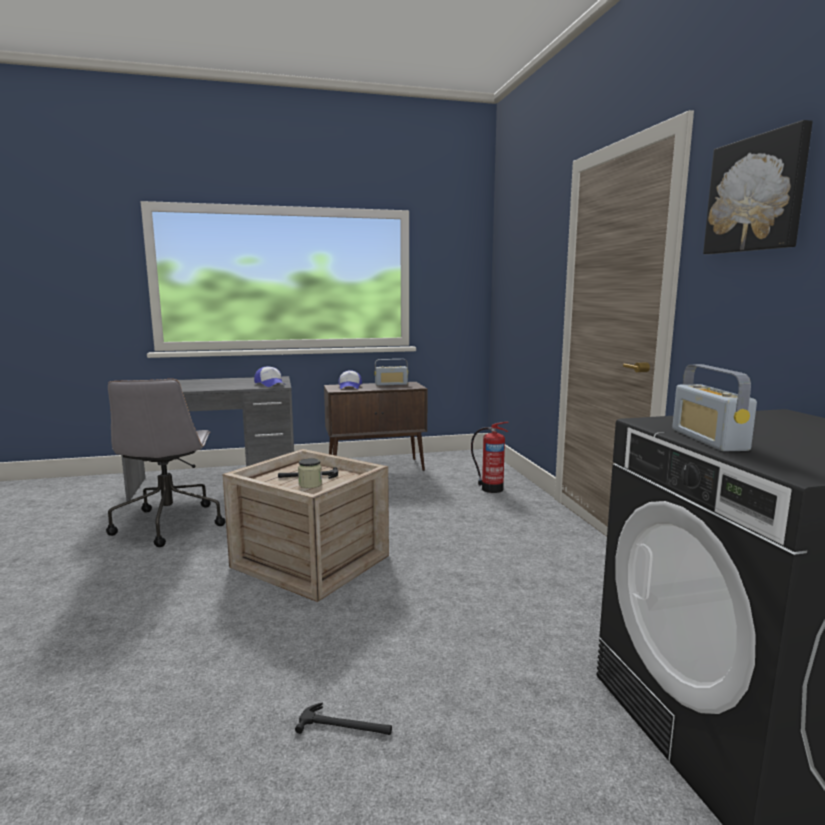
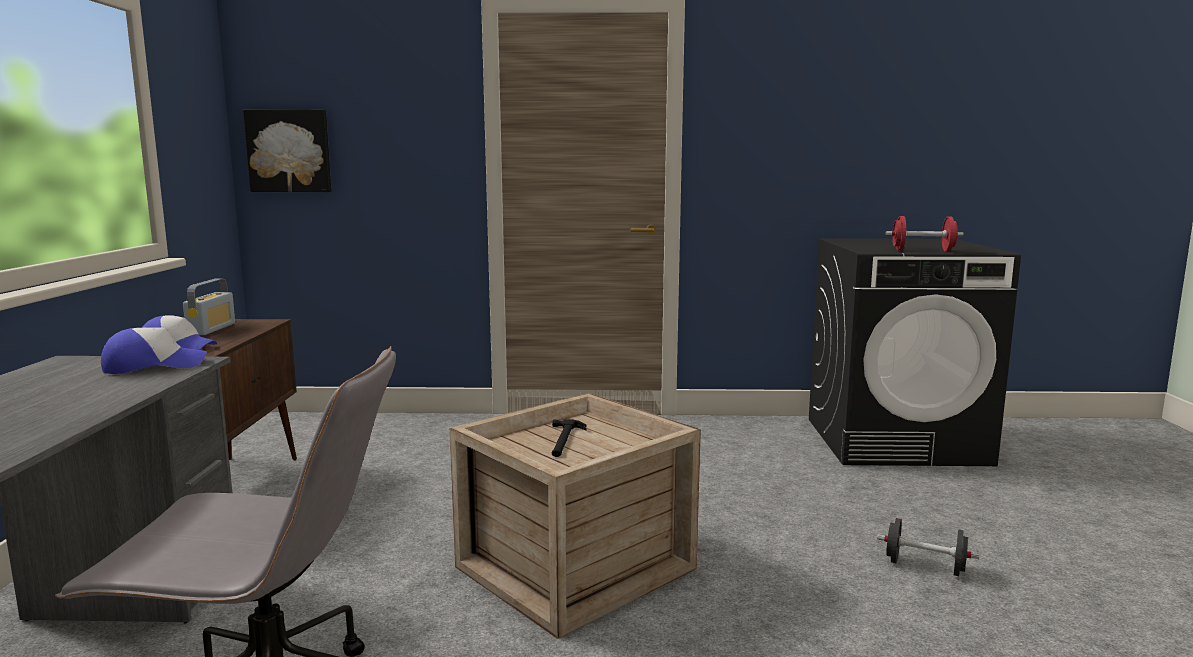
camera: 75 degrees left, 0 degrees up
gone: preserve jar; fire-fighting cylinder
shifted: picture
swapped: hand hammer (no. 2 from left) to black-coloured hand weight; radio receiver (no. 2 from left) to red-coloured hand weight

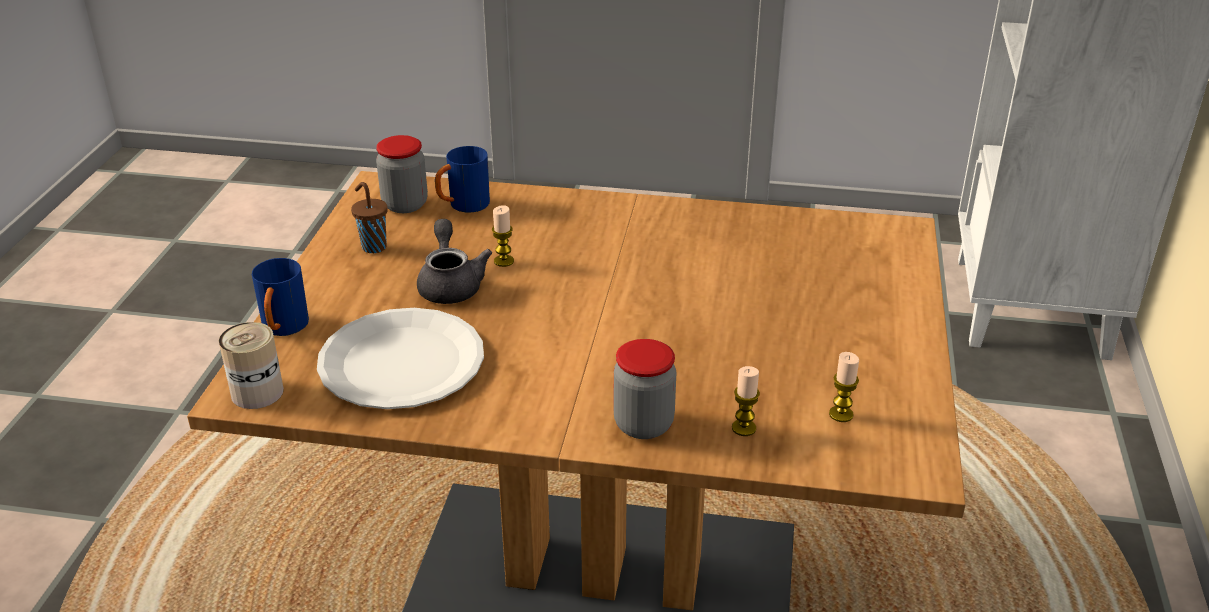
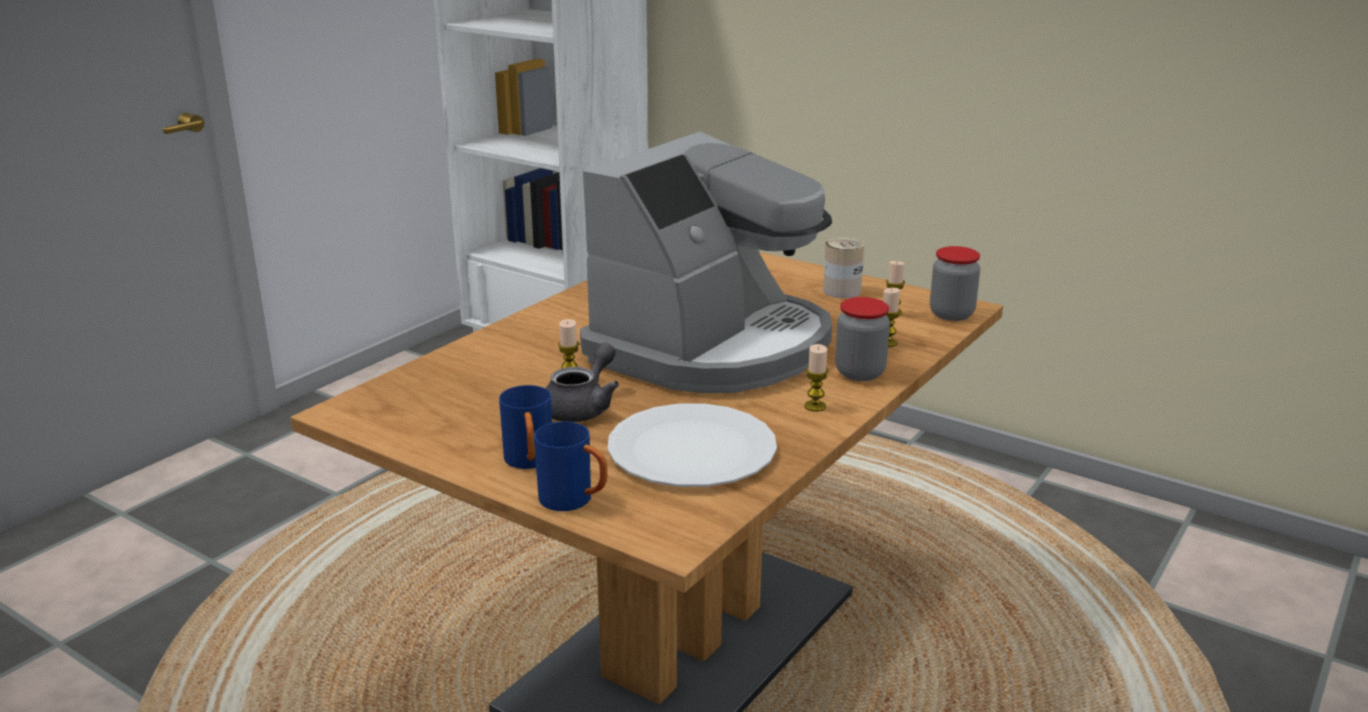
camera: 65 degrees left, 10 degrees down
gone: brown cup
new: coffee maker; wax light (no. 2 from left)
shifted: blue-coloured coffee mug (no. 2 from left in the first image) to blue-coloured coffee mug (no. 1 from left); sealed can; preserve jar (no. 1 from left in the first image) to preserve jar (no. 2 from left)
rotated: greyish pot for tea 105 degrees clockwise

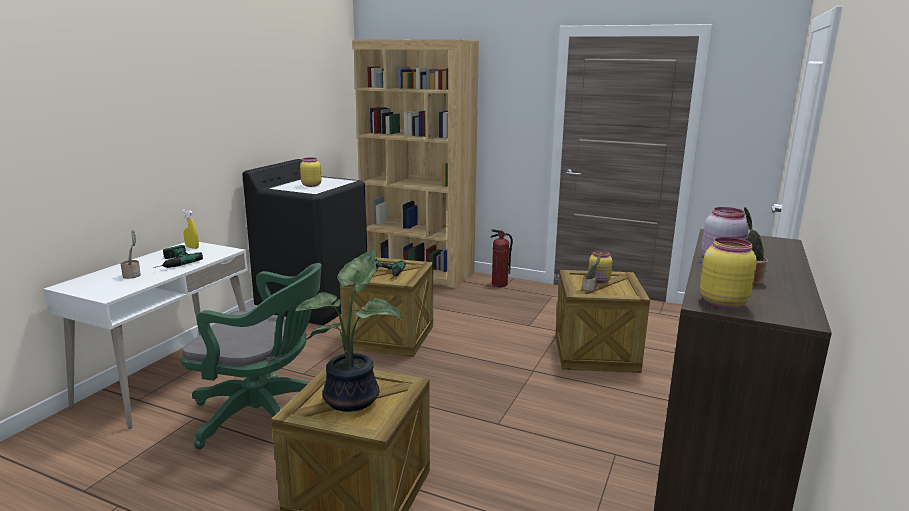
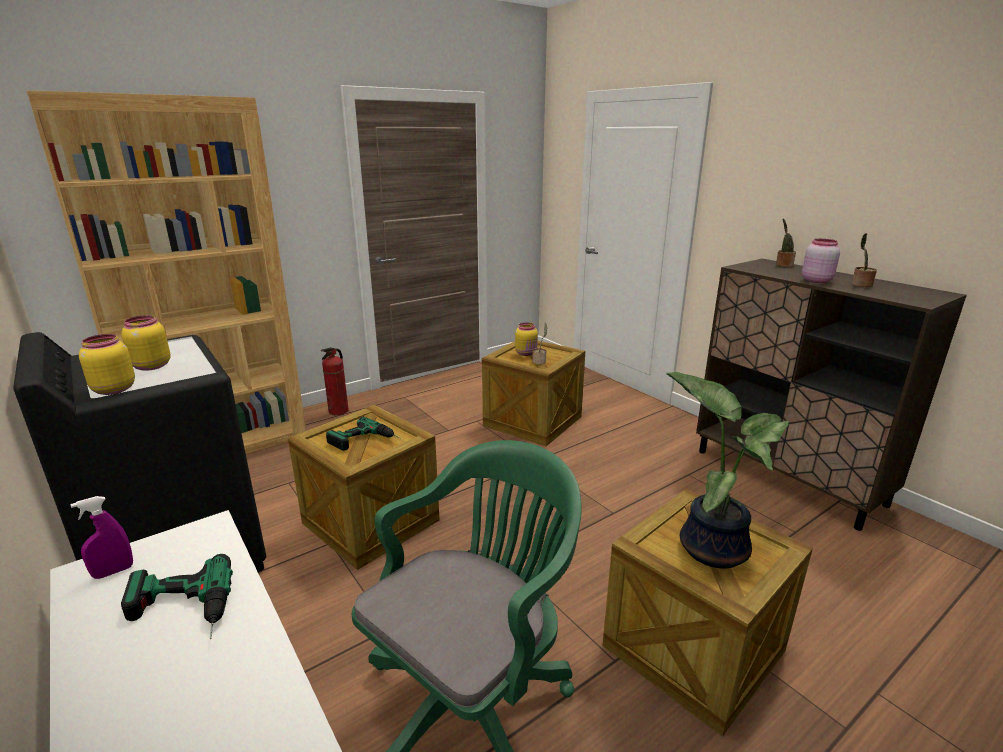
camera: 60 degrees left, 5 degrees up
shifted: yellowish preserve jar (no. 3 from left in the first image) to yellowish preserve jar (no. 1 from left); houseplant (no. 1 from left in the first image) to houseplant (no. 3 from left)
repainted: yellowish spray bottle to purple-coloured spray bottle

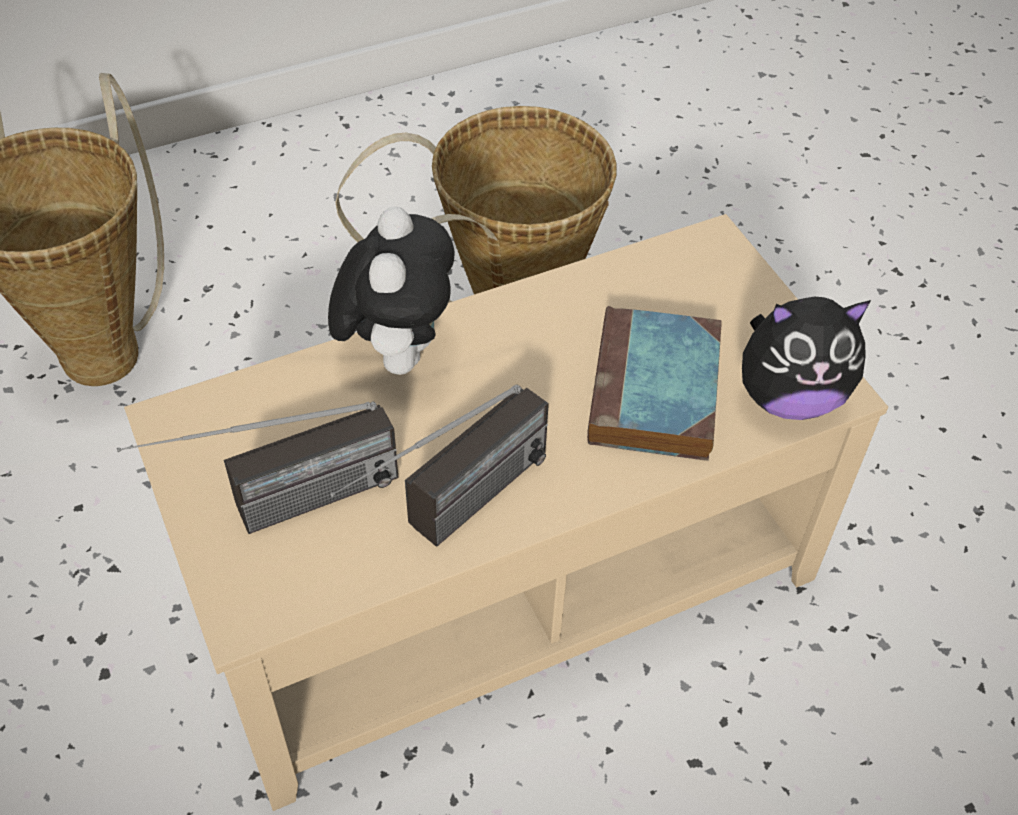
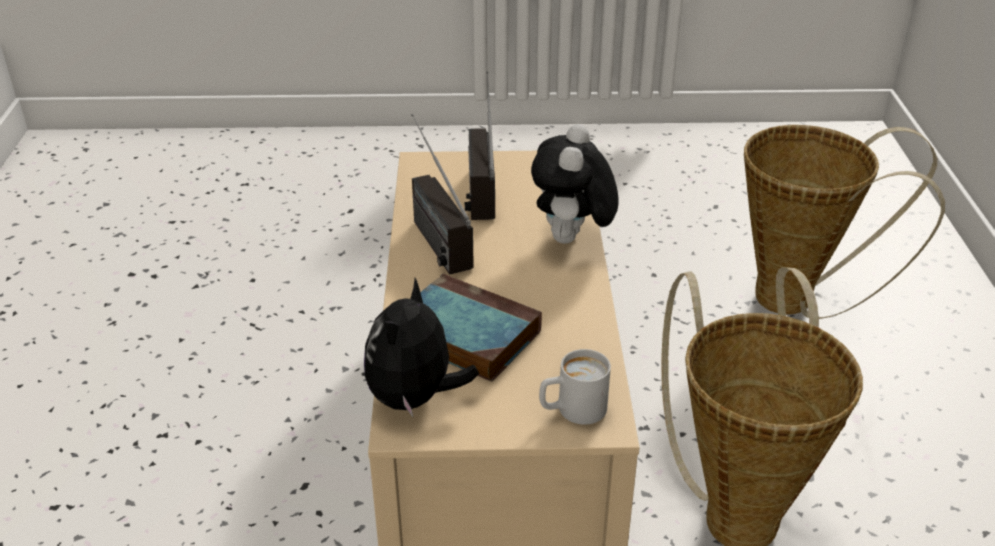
camera: 115 degrees right, 15 degrees down
new: white coffee mug
rotated: cuddly toy (no. 1 from left in the first image) 75 degrees clockwise

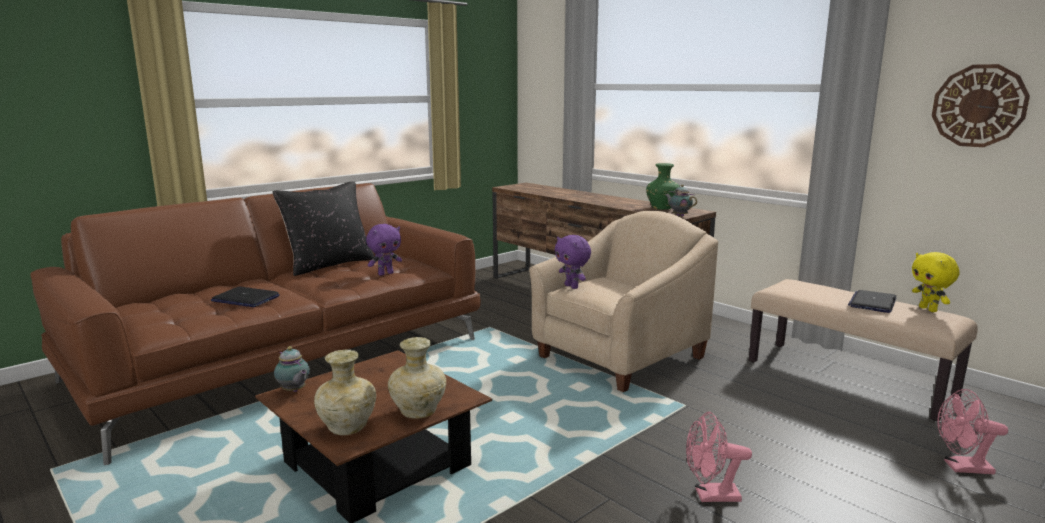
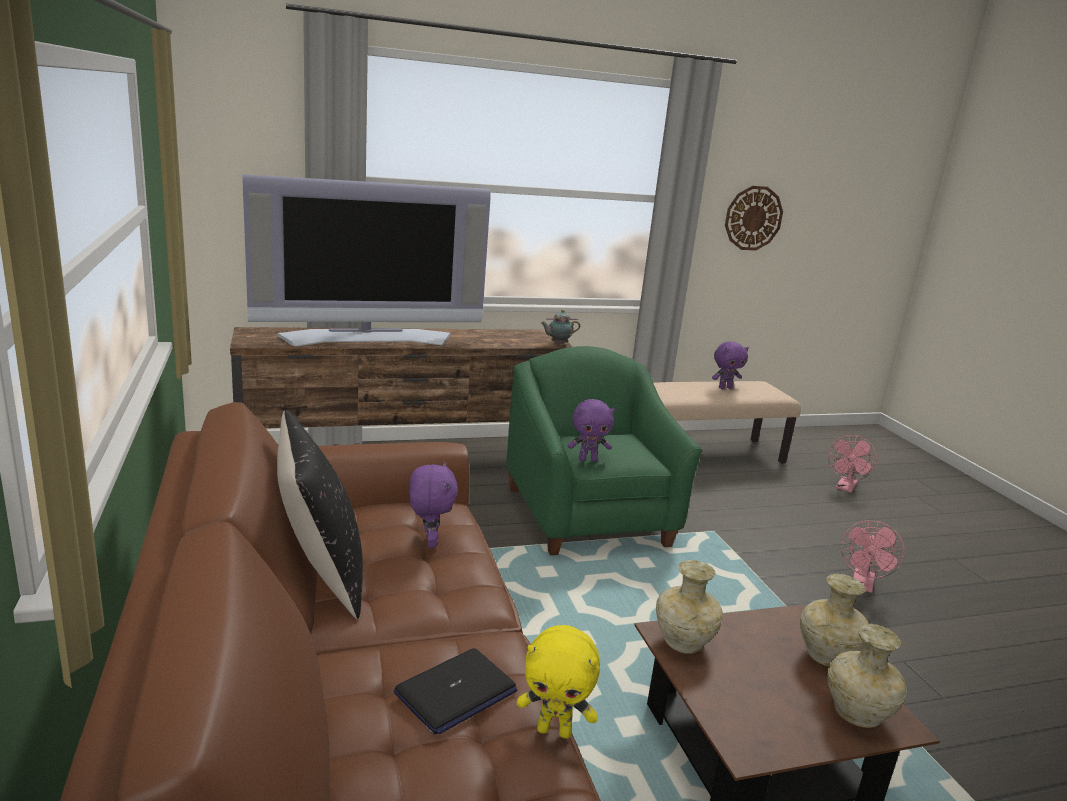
camera: 65 degrees left, 5 degrees up
gone: pot for tea (no. 1 from left); greenish decorative vase
new: TV set; sand-coloured decorative vase (no. 1 from left)
shifted: yellowish cuddly toy
swapped: notebook computer (no. 2 from left) to purple-coloured cuddly toy (no. 3 from left)
repainted: sand-coloured lounge chair to greenish lounge chair

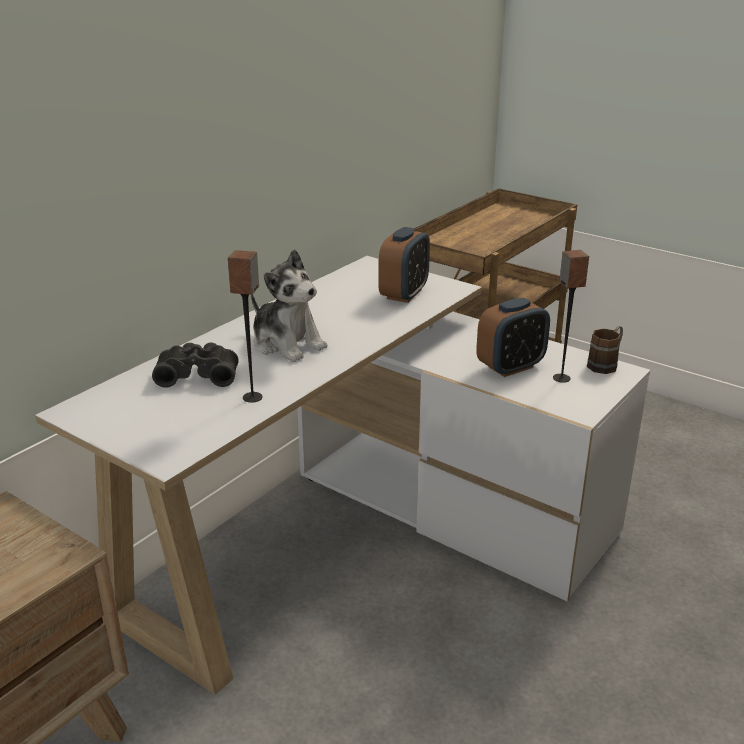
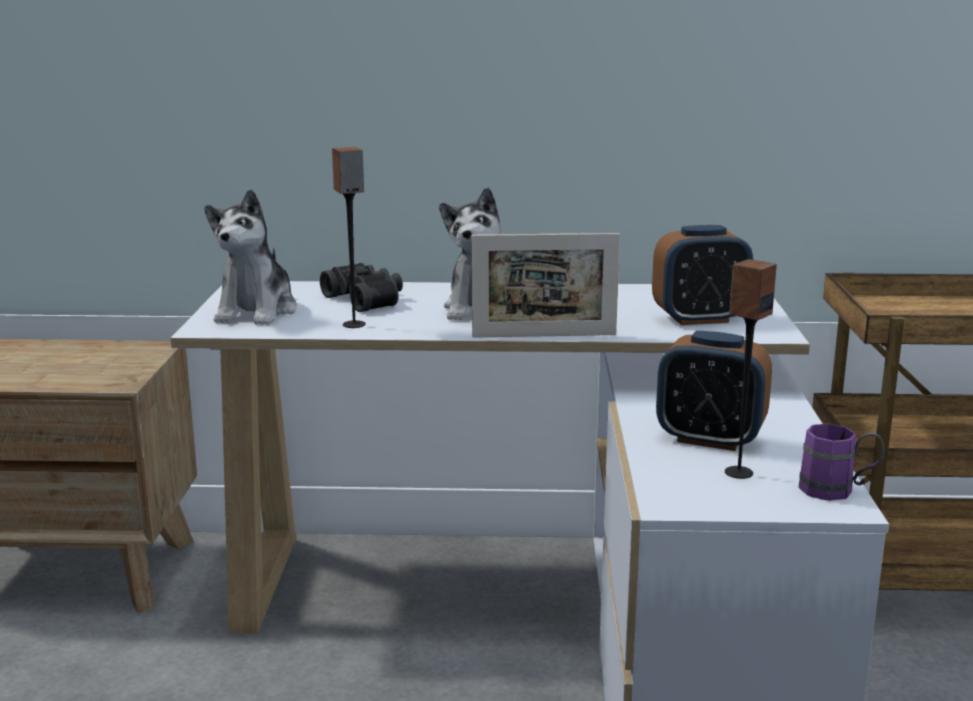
camera: 55 degrees right, 10 degrees down
new: cuddly toy (no. 1 from left); photo frame
repainted: brown coffee mug to purple-coloured coffee mug

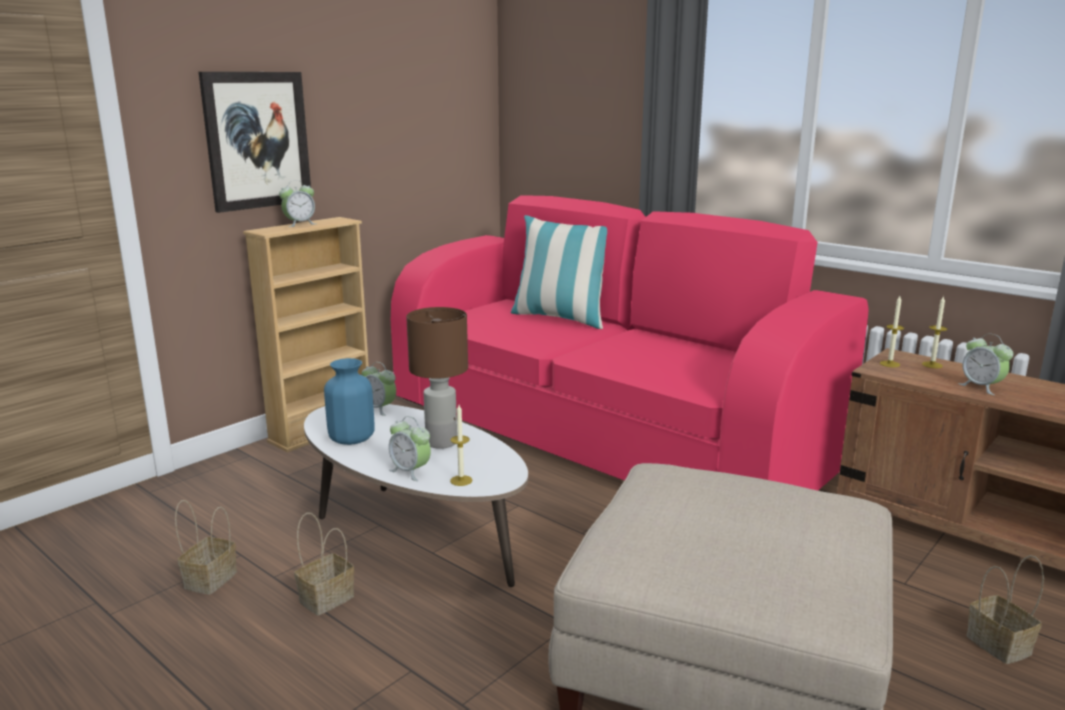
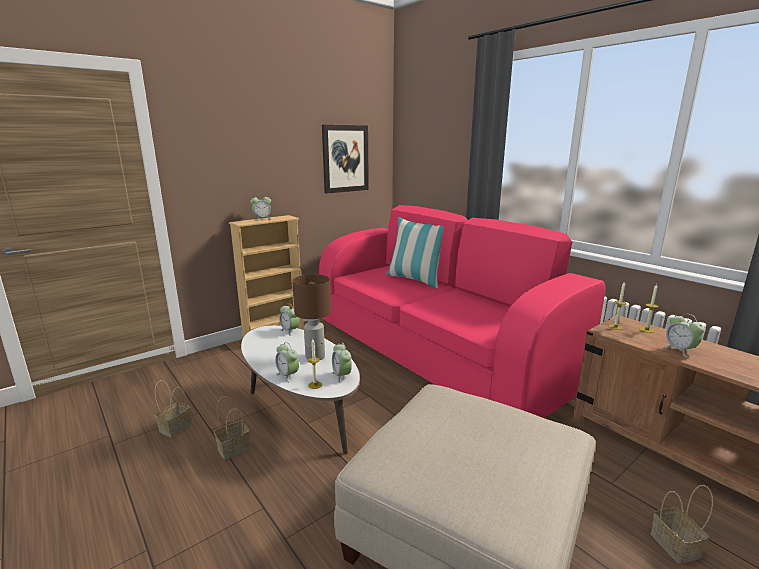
camera: 10 degrees right, 0 degrees up
gone: blue-coloured decorative vase
new: alarm clock (no. 4 from left)
shifted: picture

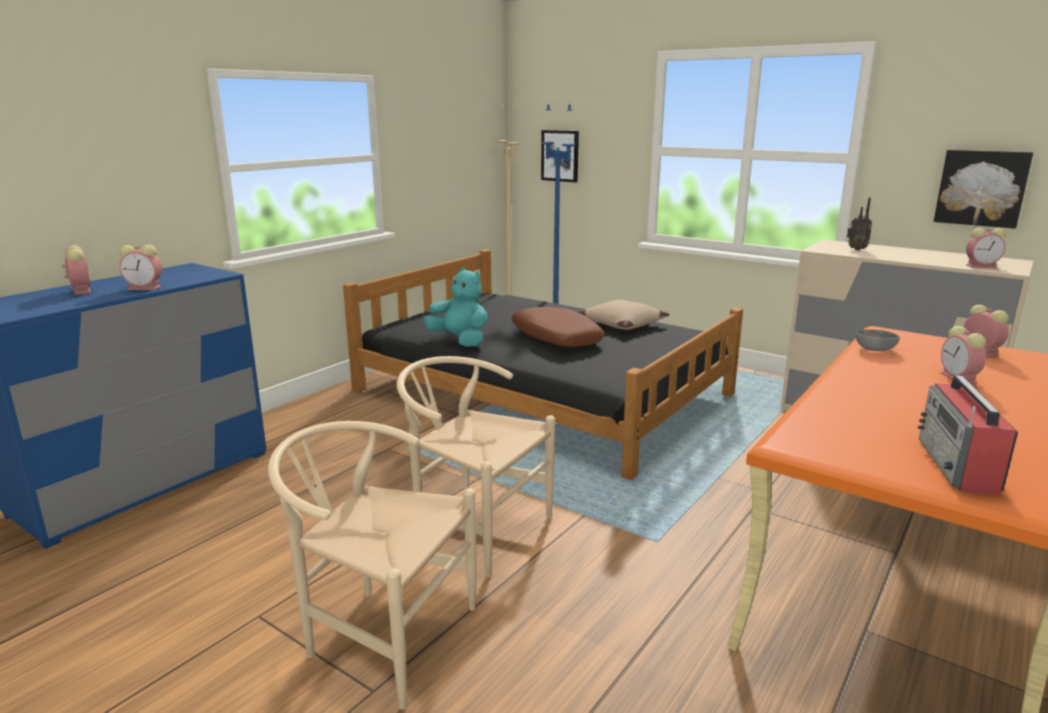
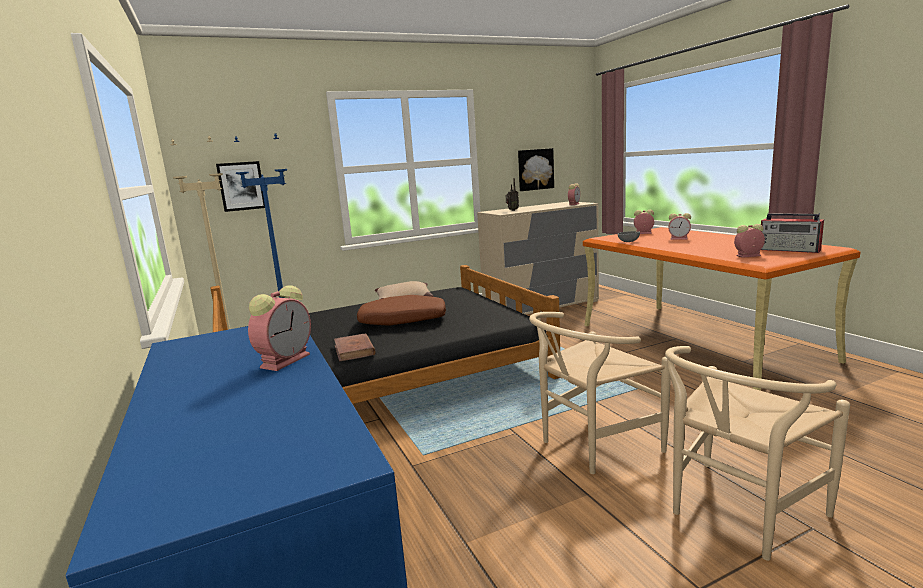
camera: 60 degrees left, 5 degrees down
shifted: alarm clock (no. 1 from left in the first image) to alarm clock (no. 5 from left)
swapped: turquoise-coloured cuddly toy to brown volume

